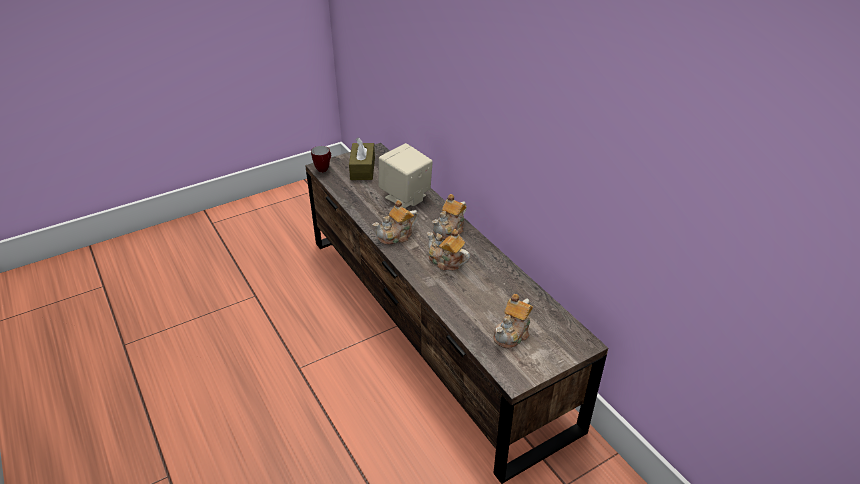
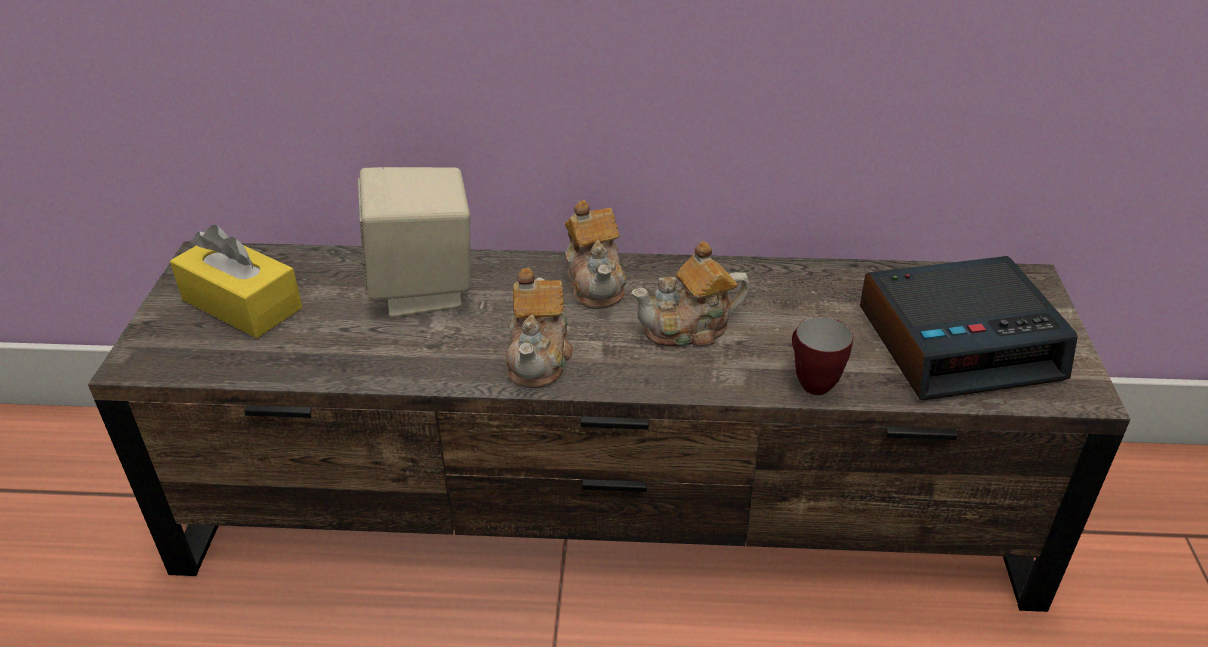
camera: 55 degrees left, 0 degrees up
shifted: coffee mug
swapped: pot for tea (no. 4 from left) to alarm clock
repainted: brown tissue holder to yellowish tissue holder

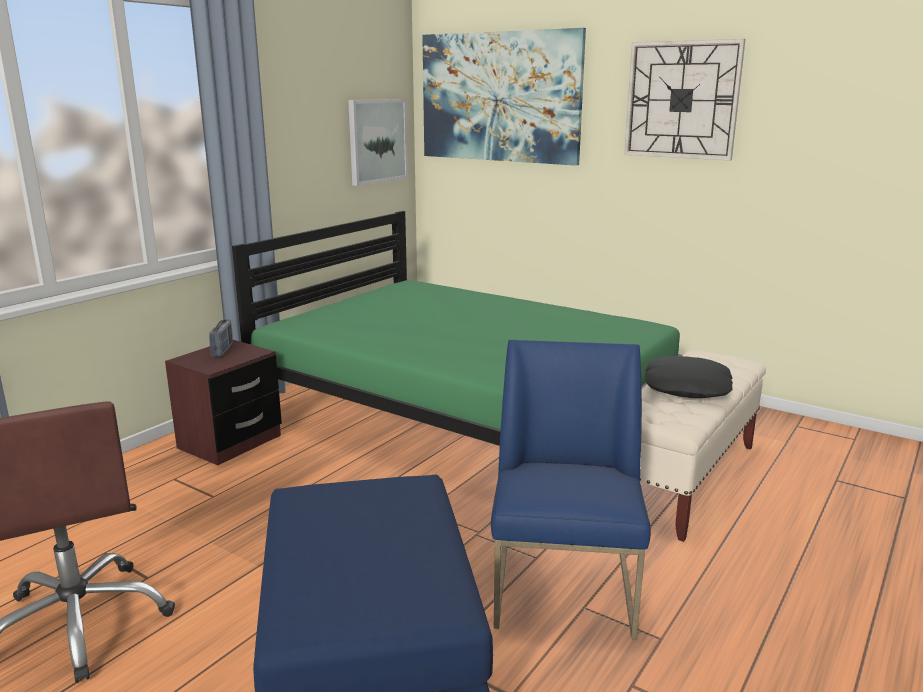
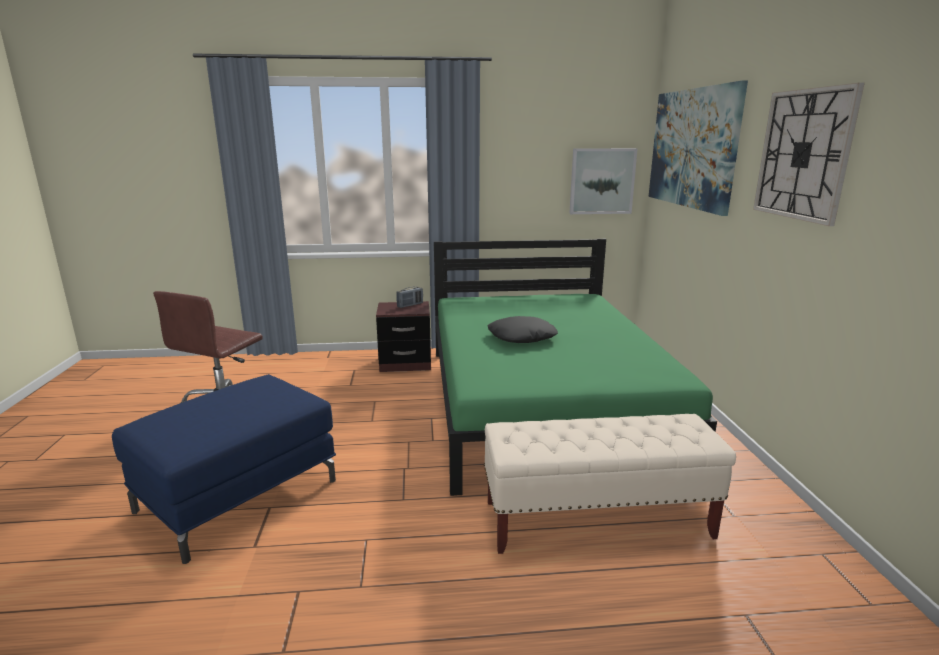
camera: 50 degrees right, 0 degrees up
gone: blue-coloured plain chair
shifted: black-coloured throw pillow

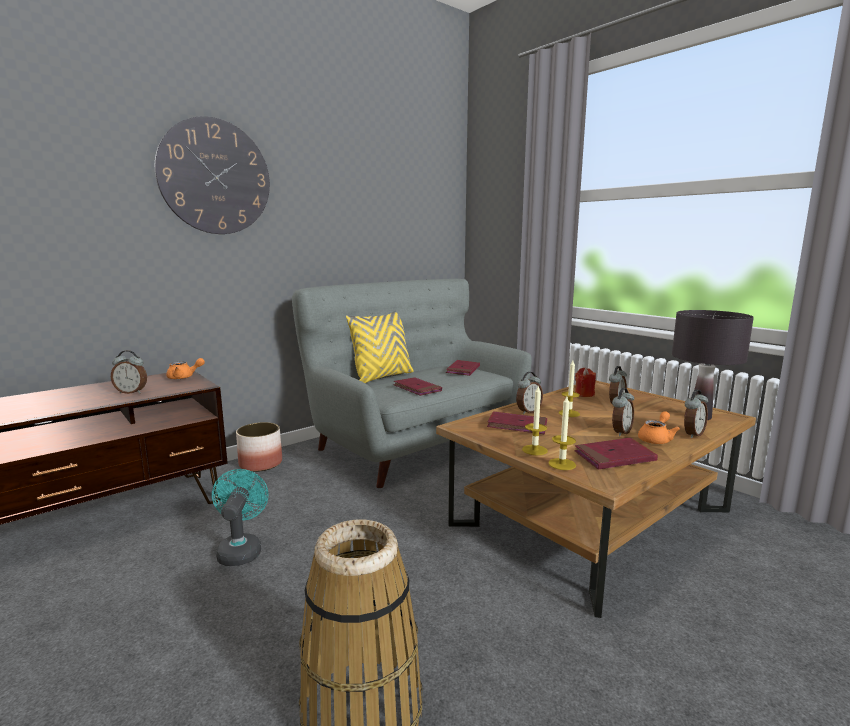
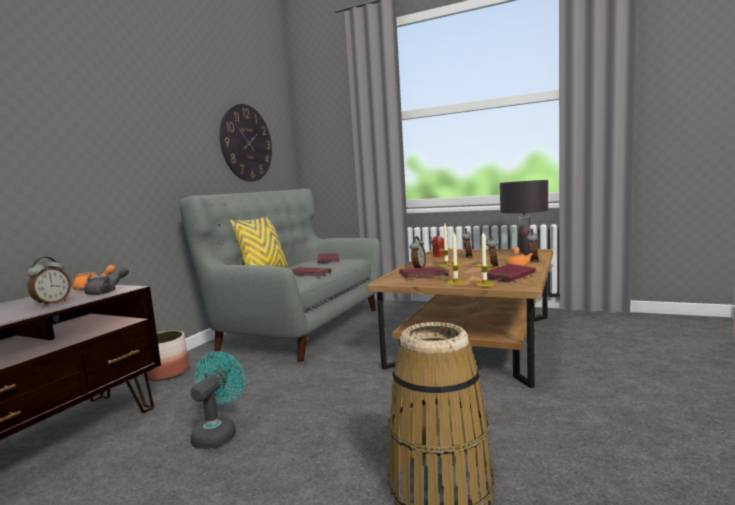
camera: 25 degrees left, 5 degrees down
new: greyish pot for tea
shifted: clock on the wall
rotated: alarm clock (no. 1 from left) 45 degrees counterclockwise; turquoise-coloured cooling fan 45 degrees clockwise

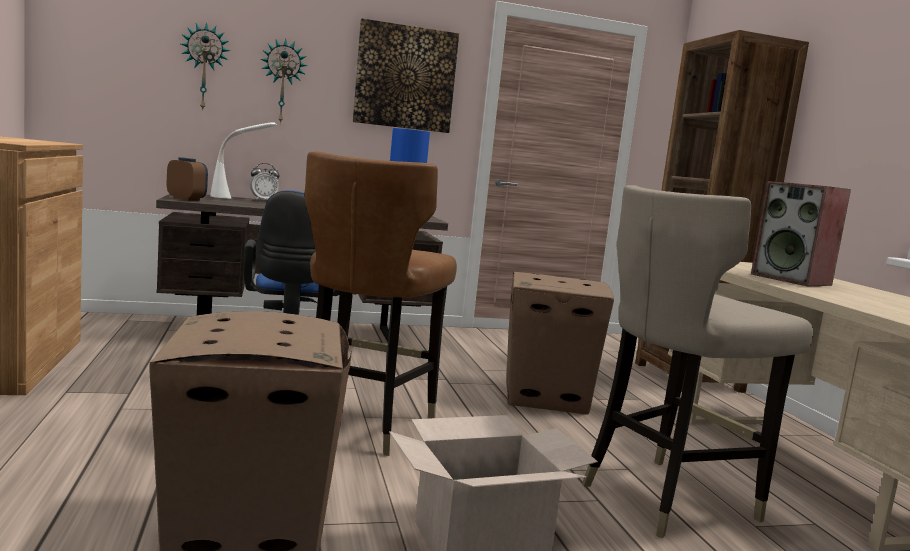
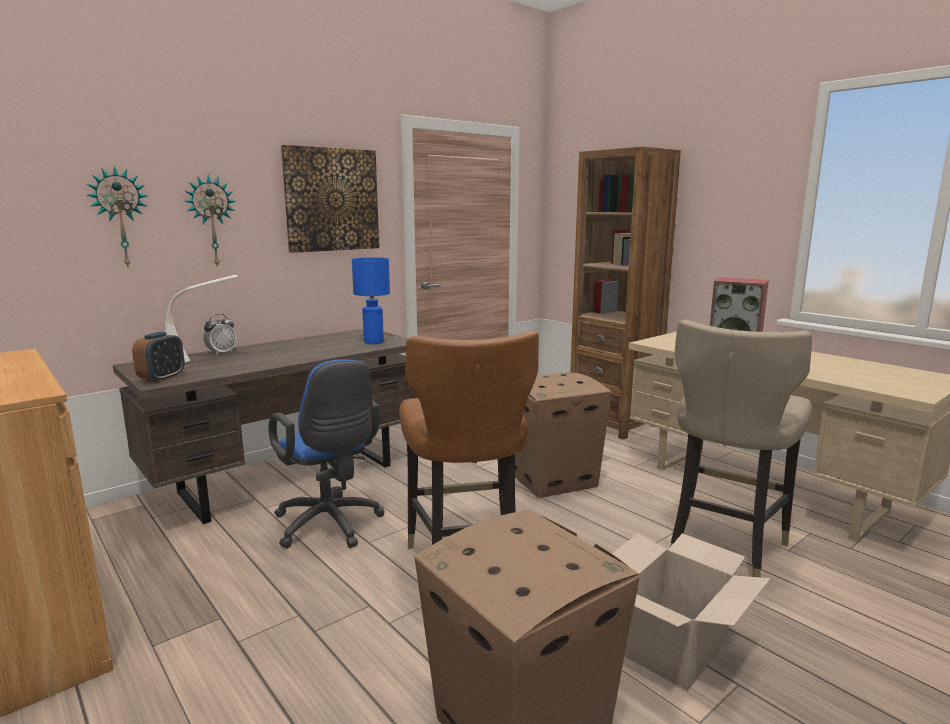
camera: 25 degrees left, 5 degrees up
rotated: alarm clock (no. 1 from left) 105 degrees clockwise

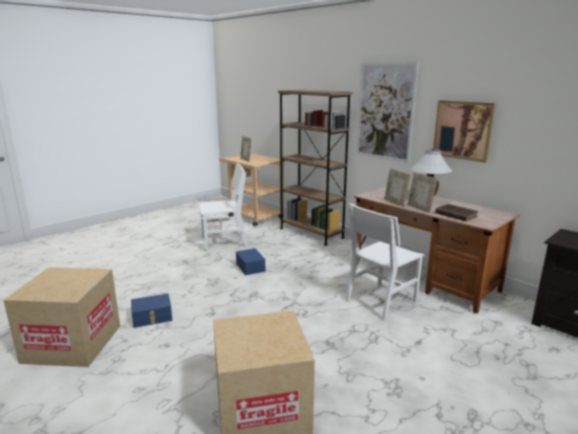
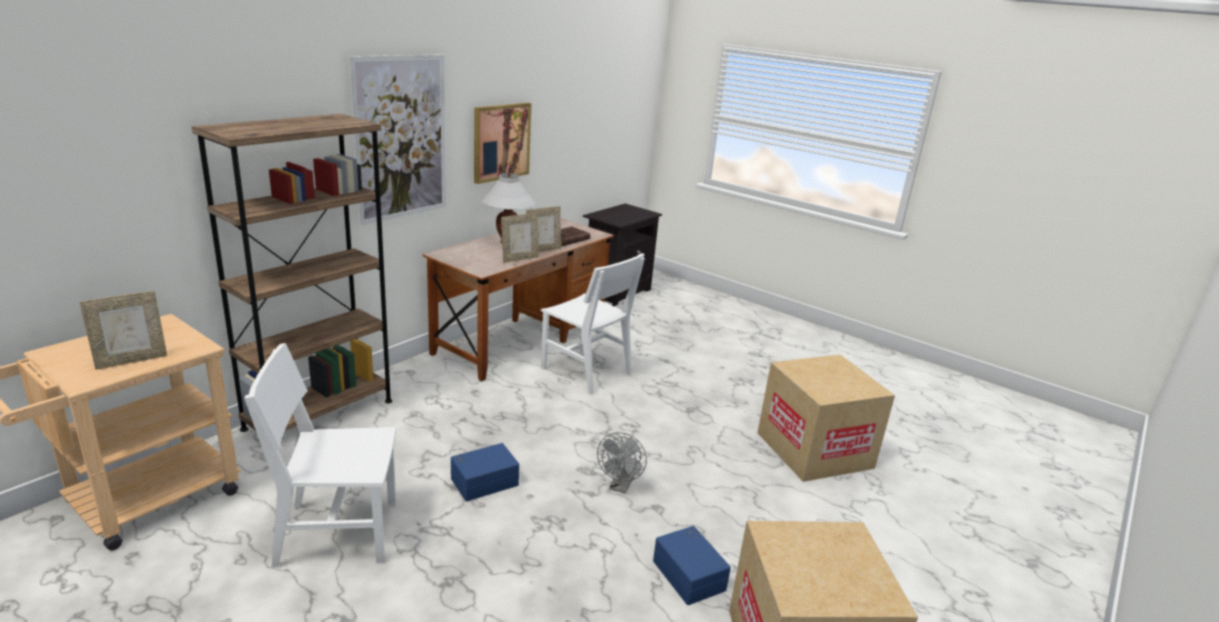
camera: 100 degrees left, 5 degrees up
new: greyish cooling fan
rotated: white plain chair (no. 1 from left) 75 degrees counterclockwise

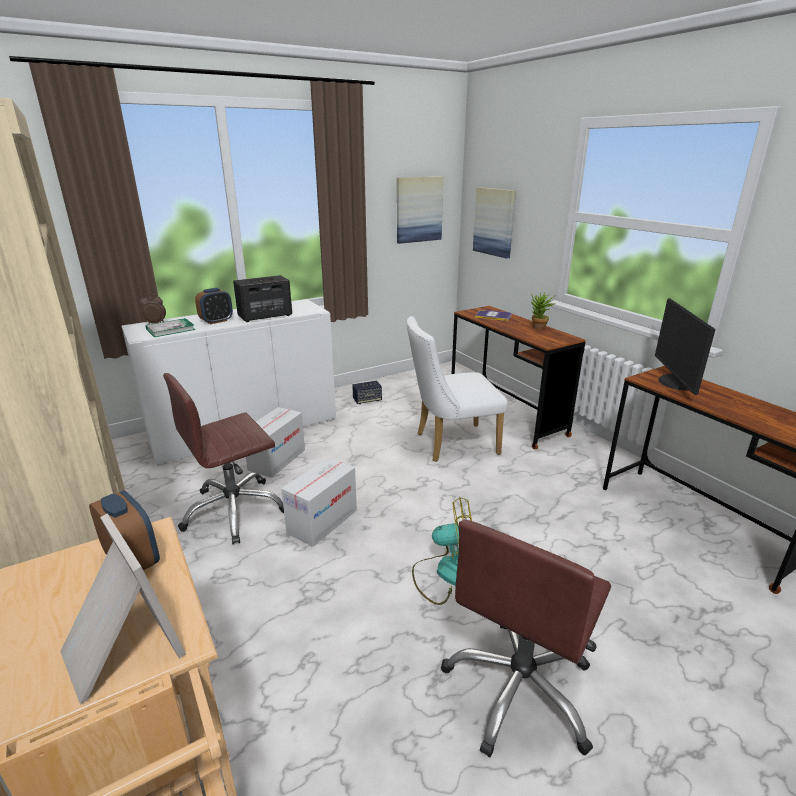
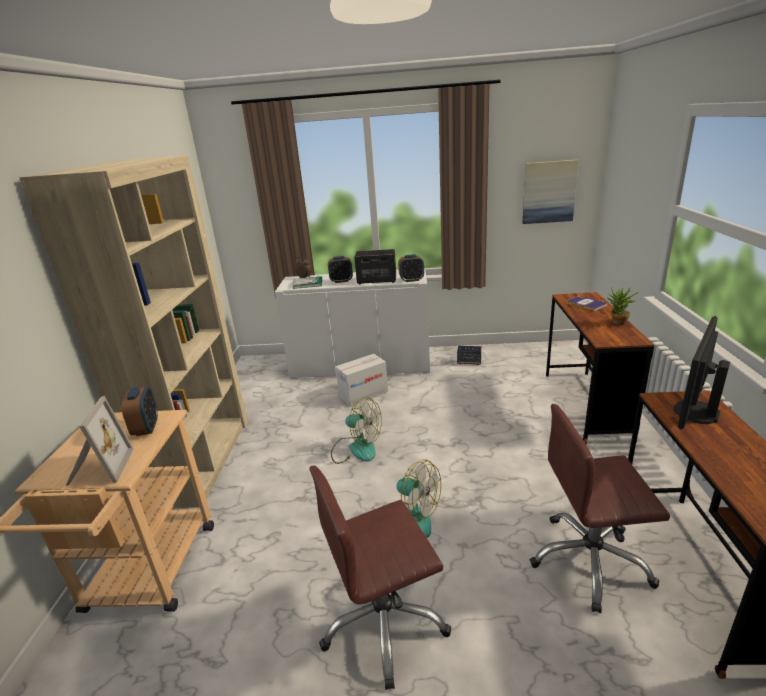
camera: 35 degrees right, 0 degrees up
gone: white plain chair; picture (no. 2 from left)
new: alarm clock (no. 4 from left)
shifted: brown office chair (no. 1 from left in the first image) to brown office chair (no. 2 from left)
swapped: packing box (no. 2 from left) to cooling fan (no. 1 from left)

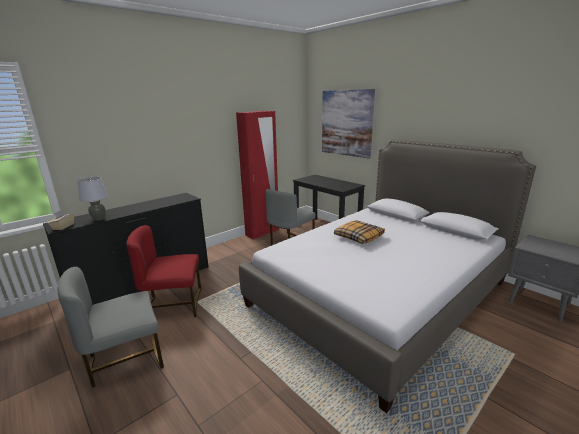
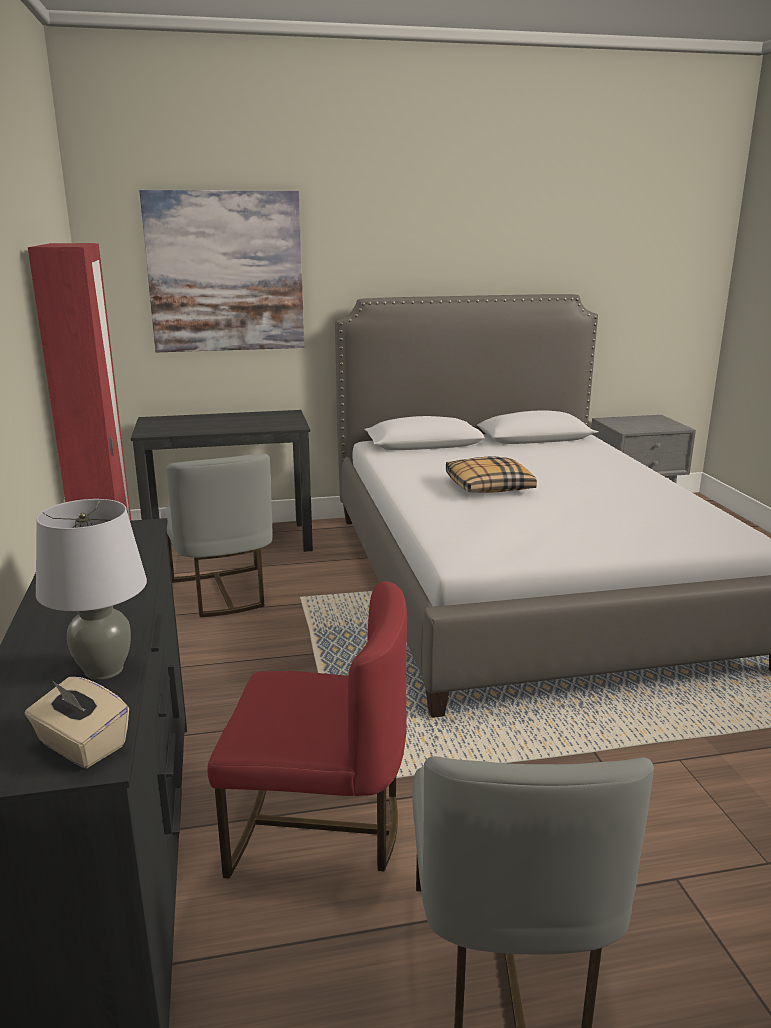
camera: 60 degrees left, 0 degrees up
rotated: red-coloured plain chair 105 degrees counterclockwise

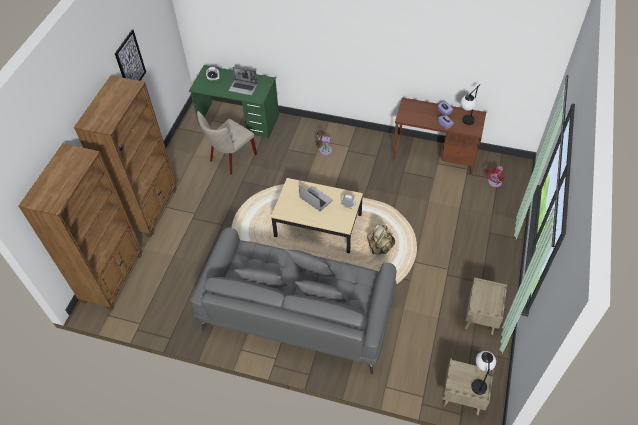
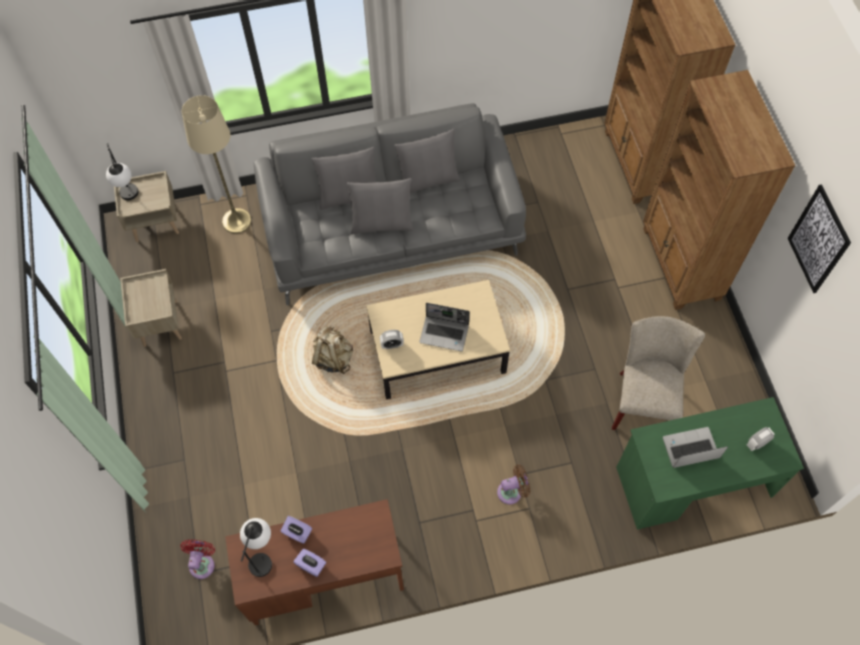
camera: 150 degrees right, 10 degrees up
new: sand-coloured standard lamp

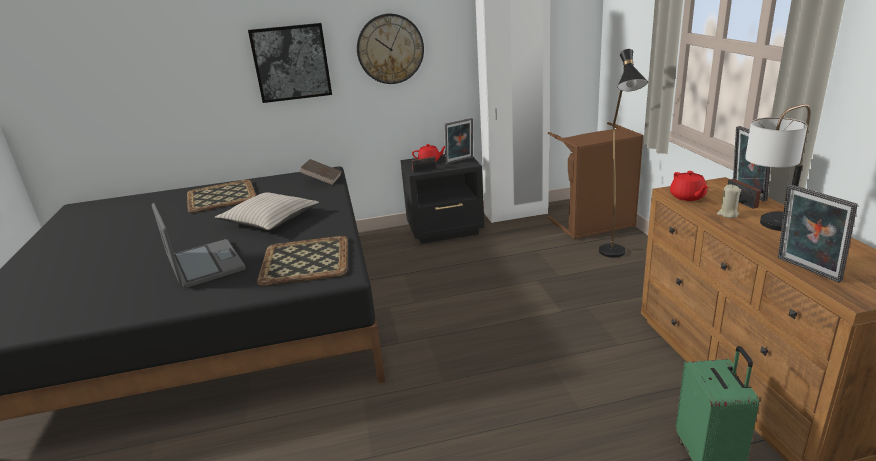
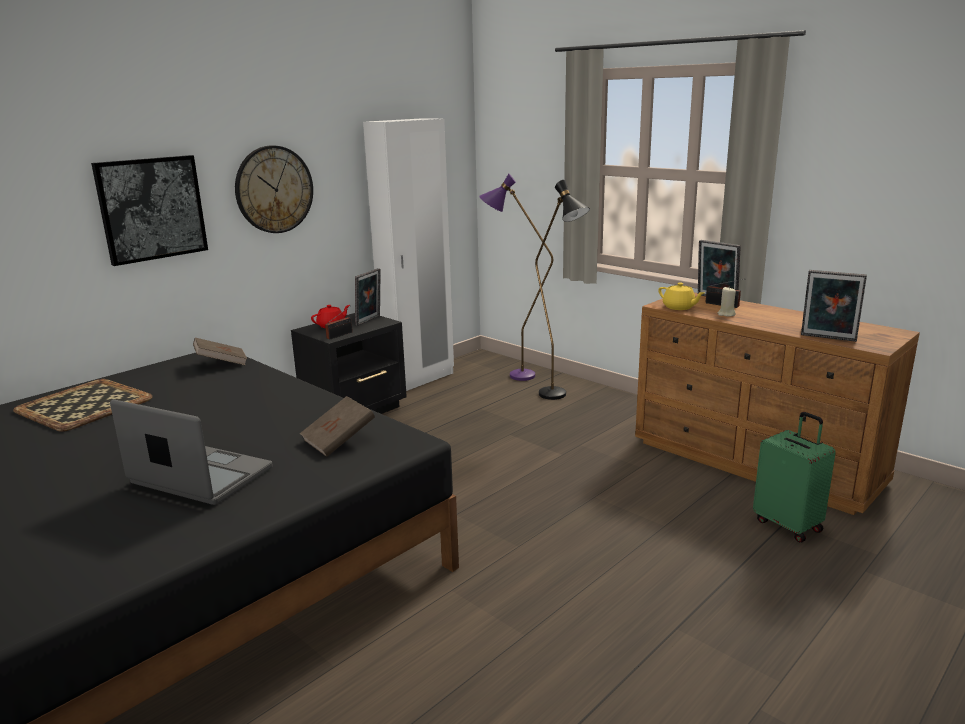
camera: 35 degrees left, 5 degrees down
gone: sand-coloured throw pillow; table lamp
swapped: tray (no. 2 from left) to brown volume (no. 2 from left); brown laundry basket to purple-coloured standard lamp
repainted: red-coloured pot for tea (no. 2 from left) to yellowish pot for tea

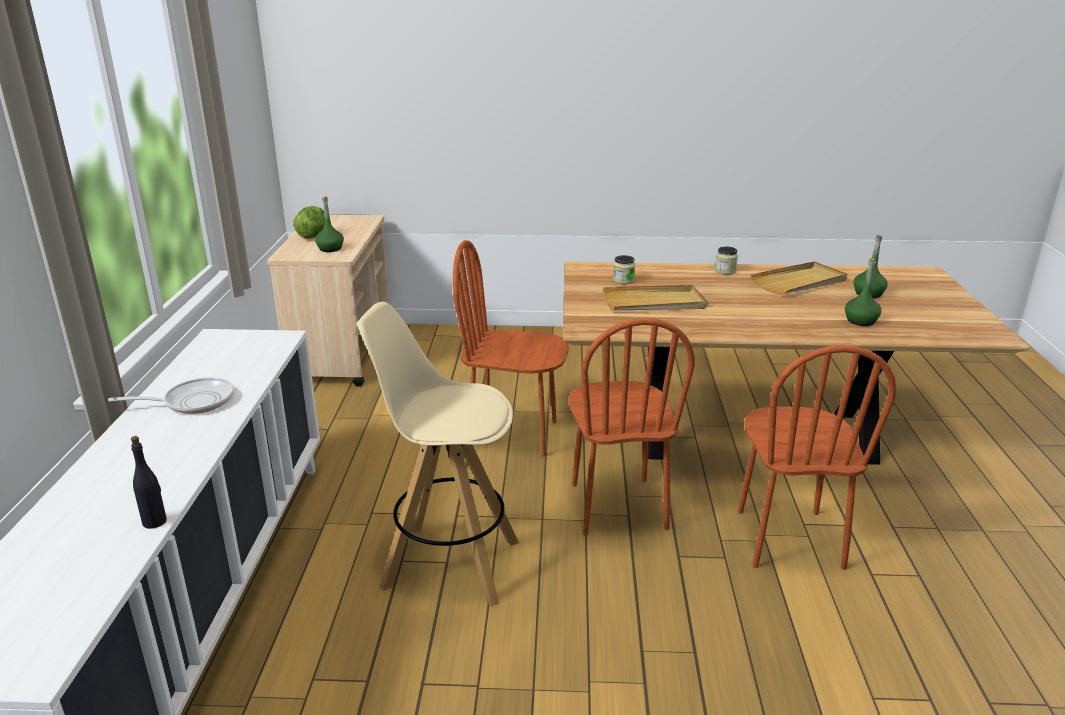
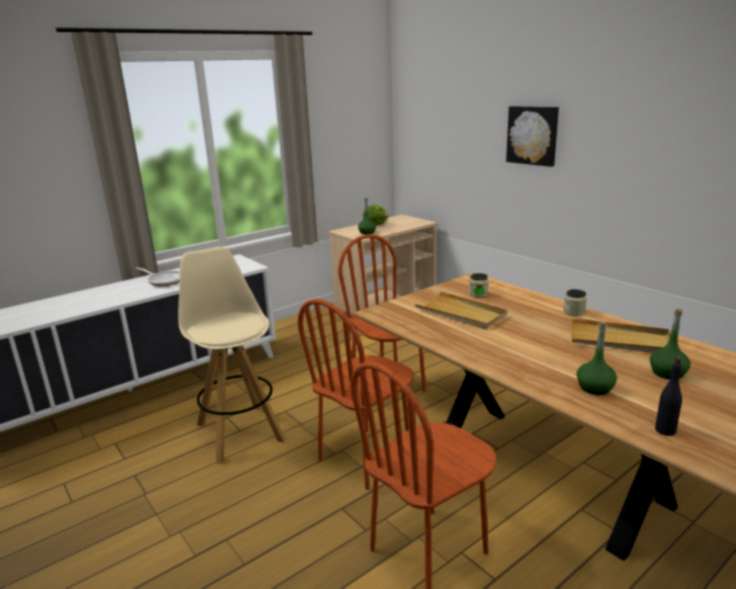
camera: 50 degrees right, 5 degrees down
new: picture
shifted: black-coloured bottle

